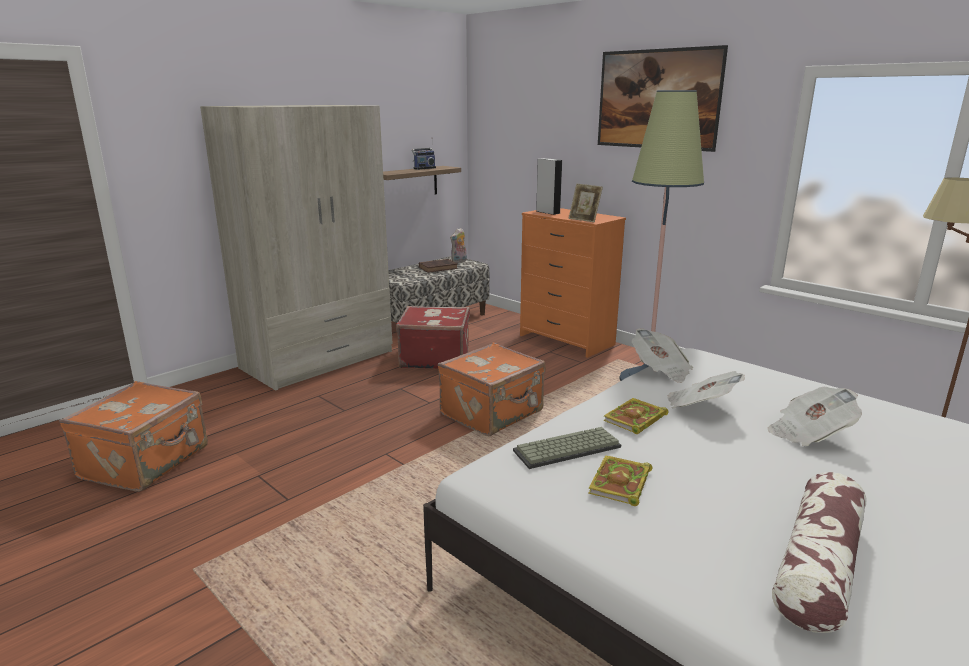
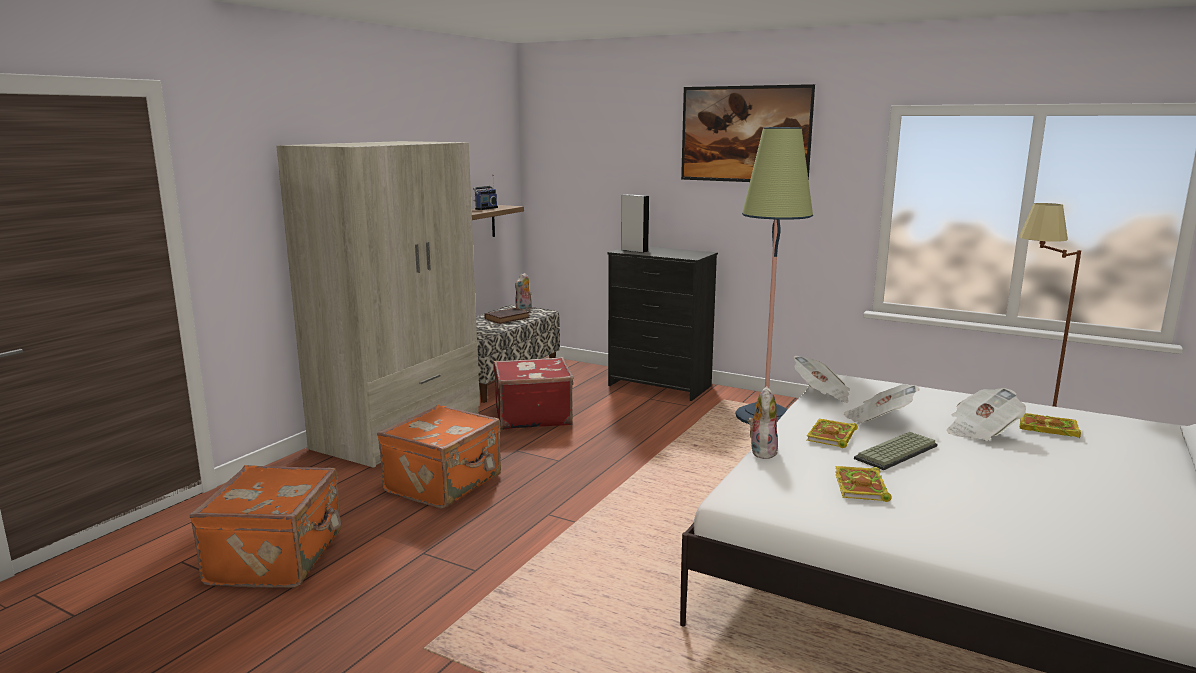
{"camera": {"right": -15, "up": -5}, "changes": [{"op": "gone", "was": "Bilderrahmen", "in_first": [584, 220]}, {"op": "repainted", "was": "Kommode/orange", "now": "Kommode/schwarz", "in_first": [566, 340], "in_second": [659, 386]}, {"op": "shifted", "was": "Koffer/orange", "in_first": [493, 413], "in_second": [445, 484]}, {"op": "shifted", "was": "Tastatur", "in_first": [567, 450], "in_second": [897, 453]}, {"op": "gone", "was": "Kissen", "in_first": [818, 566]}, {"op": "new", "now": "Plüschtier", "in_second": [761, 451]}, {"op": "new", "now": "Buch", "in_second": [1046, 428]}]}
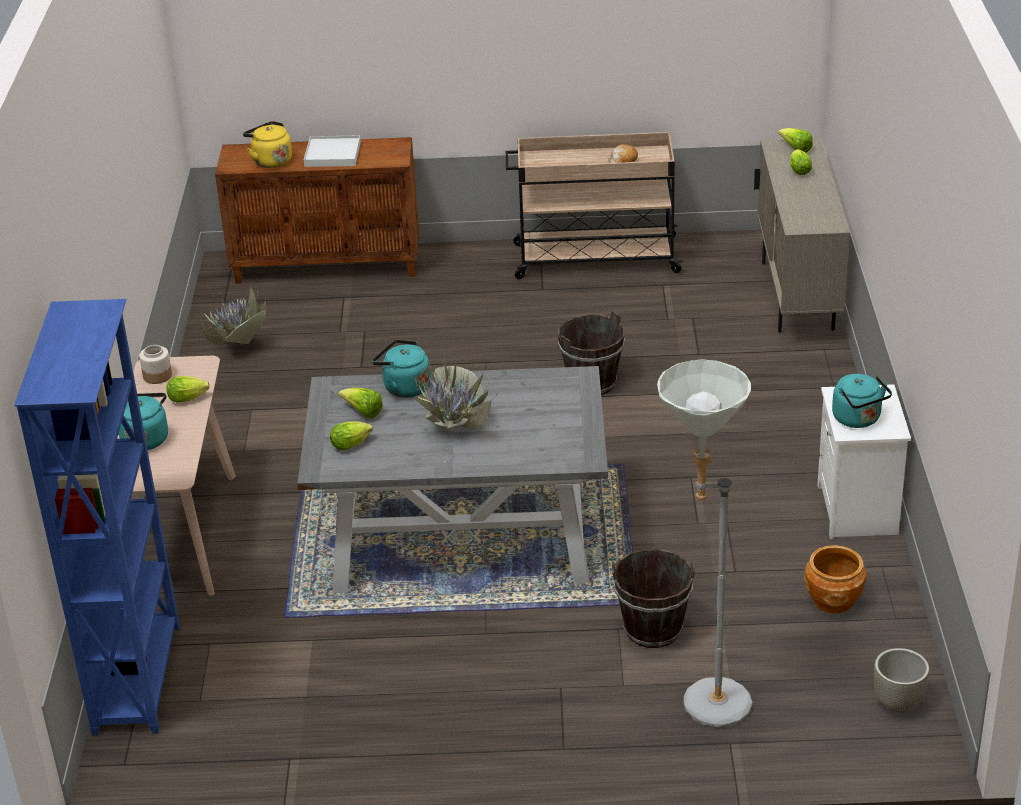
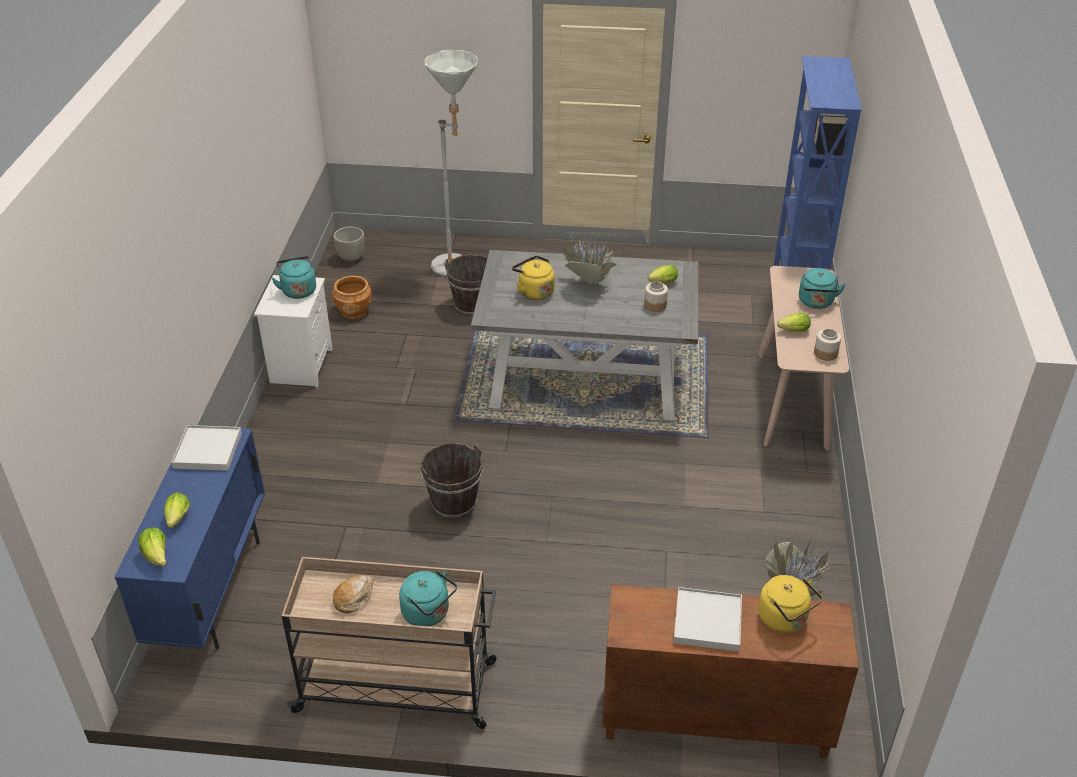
{"camera": {"right": -175, "up": 5}, "changes": [{"op": "repainted", "was": "Schrank/beige", "now": "Schrank/blau", "in_first": [797, 296], "in_second": [212, 591]}, {"op": "shifted", "was": "Wasserkessel/türkis", "in_first": [404, 387], "in_second": [428, 613]}, {"op": "swapped", "was": "Salatkopf", "now": "Vorratsglas", "in_first": [363, 412], "in_second": [655, 305]}, {"op": "new", "now": "Wasserkessel/gelb", "in_second": [534, 292]}, {"op": "new", "now": "Tablett/weiß", "in_second": [207, 450]}]}
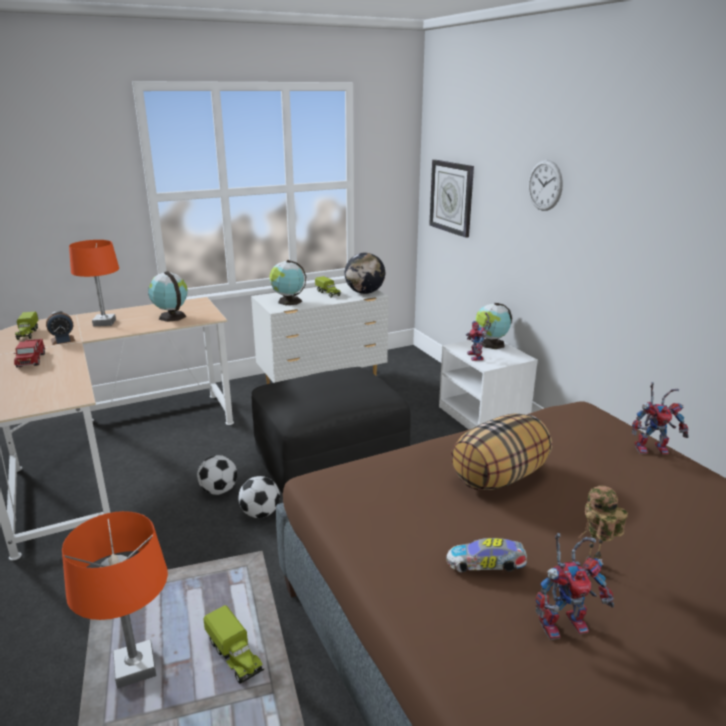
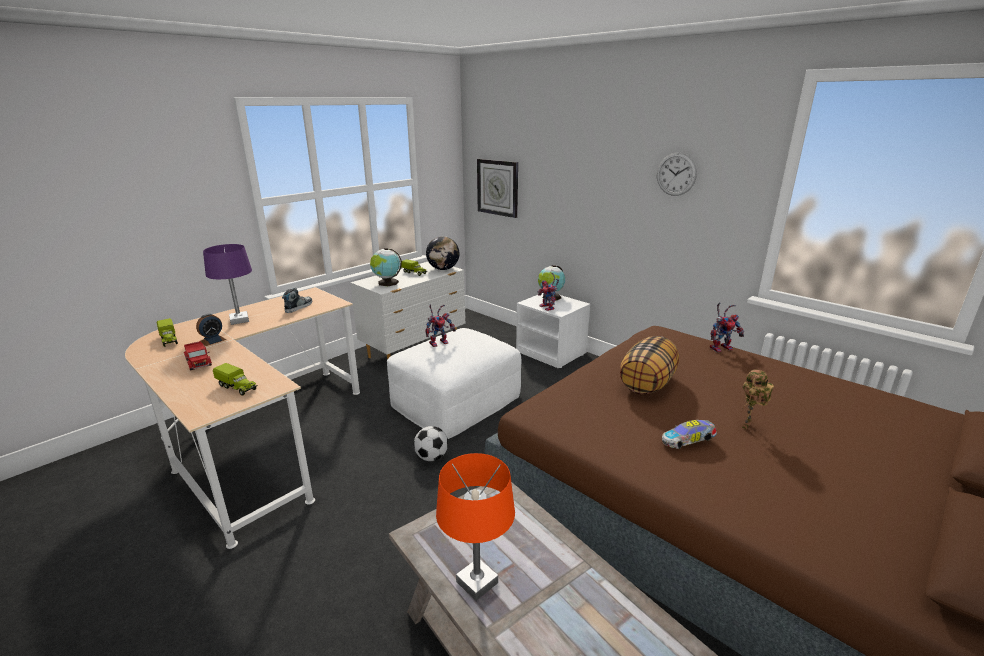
{"camera": {"right": -20, "up": 0}, "changes": [{"op": "shifted", "was": "Wanduhr", "in_first": [545, 185], "in_second": [676, 174]}, {"op": "repainted", "was": "Tischlampe/orange", "now": "Tischlampe/lila", "in_first": [105, 323], "in_second": [239, 320]}, {"op": "swapped", "was": "Globus", "now": "Schuh", "in_first": [171, 316], "in_second": [299, 307]}, {"op": "repainted", "was": "Polsterhocker/schwarz", "now": "Polsterhocker/weiß", "in_first": [329, 453], "in_second": [456, 400]}, {"op": "gone", "was": "Fußball", "in_first": [219, 491]}, {"op": "shifted", "was": "Spielzeugroboter", "in_first": [565, 622], "in_second": [439, 342]}, {"op": "shifted", "was": "Spielzeuglaster", "in_first": [235, 656], "in_second": [237, 387]}]}
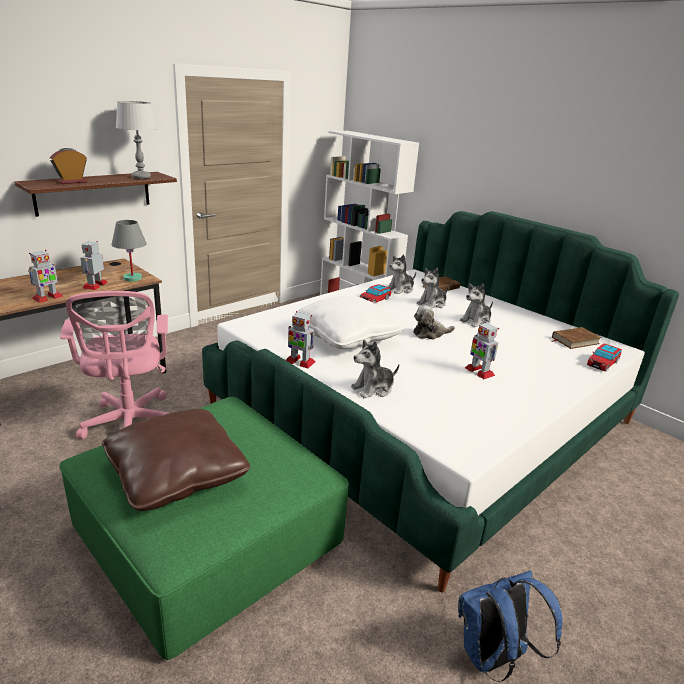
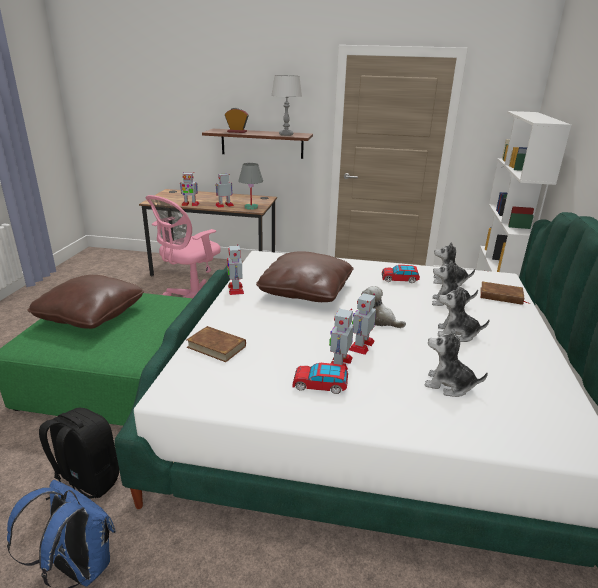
{"camera": {"right": 55, "up": 0}, "changes": [{"op": "repainted", "was": "Kissen/weiß", "now": "Kissen/braun", "in_first": [347, 337], "in_second": [305, 291]}, {"op": "shifted", "was": "Buch/braun", "in_first": [575, 340], "in_second": [216, 346]}, {"op": "shifted", "was": "Plüschtier", "in_first": [373, 389], "in_second": [448, 385]}, {"op": "shifted", "was": "Spielzeugauto", "in_first": [602, 363], "in_second": [320, 385]}, {"op": "new", "now": "Spielzeugroboter", "in_second": [361, 345]}, {"op": "new", "now": "Rucksack/schwarz", "in_second": [86, 483]}]}
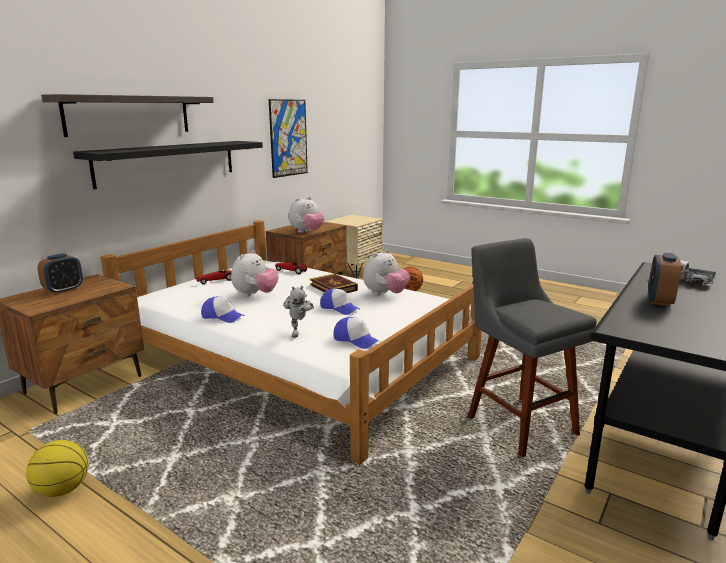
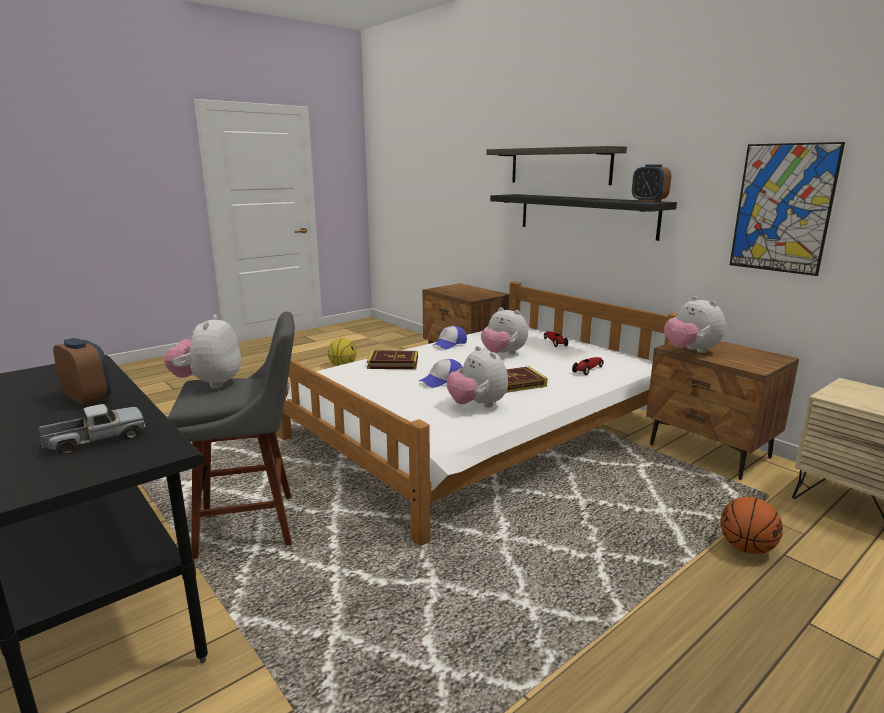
{"camera": {"right": 105, "up": 0}, "changes": [{"op": "shifted", "was": "Wecker", "in_first": [64, 290], "in_second": [649, 201]}, {"op": "swapped", "was": "Spielzeugroboter", "now": "Buch", "in_first": [298, 332], "in_second": [393, 363]}, {"op": "gone", "was": "Kappe", "in_first": [356, 340]}, {"op": "new", "now": "Plüschtier", "in_second": [209, 384]}]}
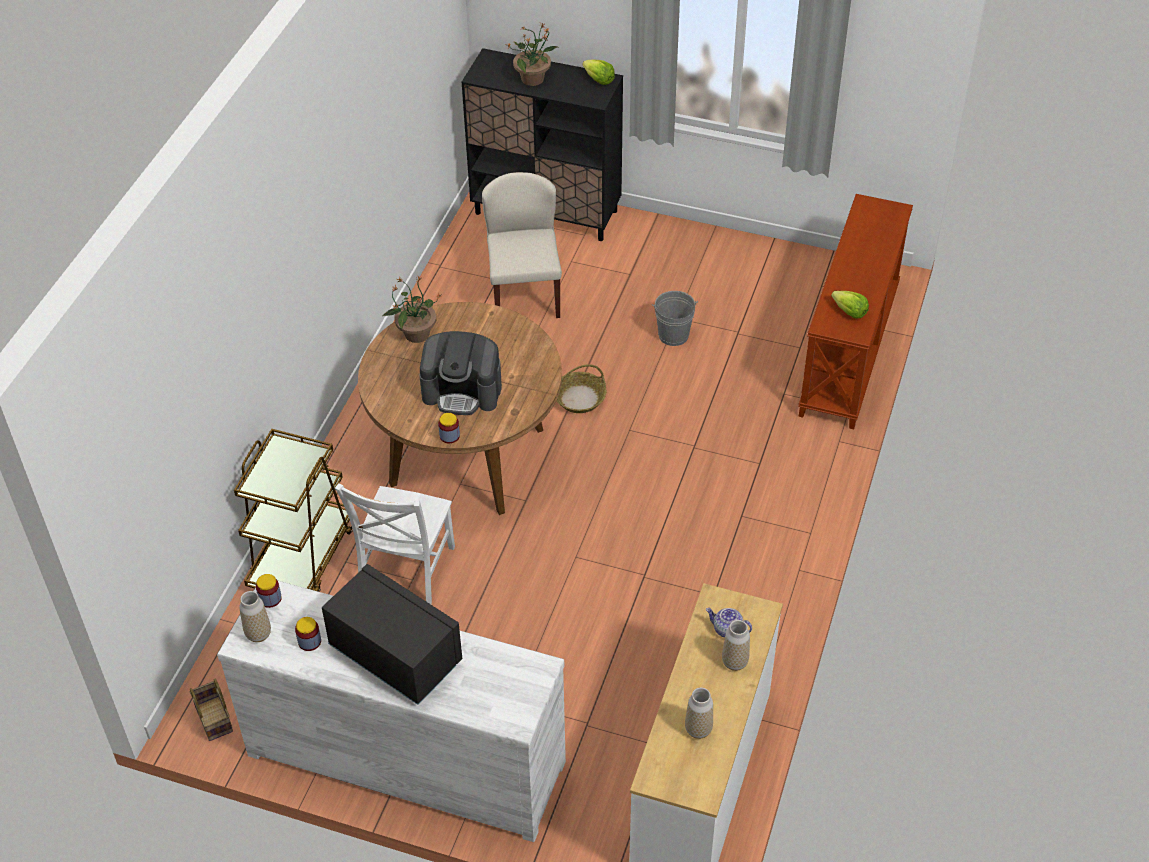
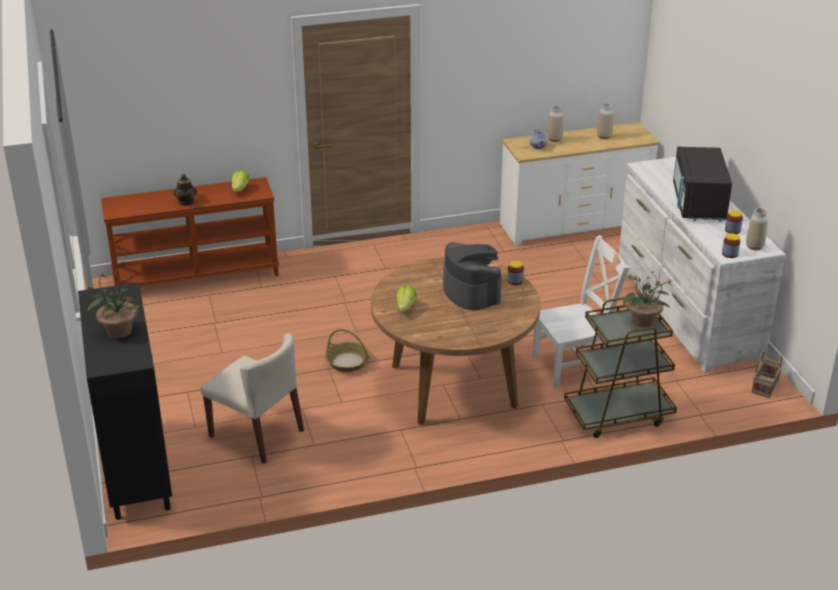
{"camera": {"right": -125, "up": -15}, "changes": [{"op": "shifted", "was": "Salatkopf", "in_first": [598, 80], "in_second": [405, 308]}, {"op": "rotated", "was": "Stuhl/beige", "in_first": [524, 294], "in_second": [257, 434], "clockwise": -105}, {"op": "shifted", "was": "Topfpflanze", "in_first": [416, 334], "in_second": [643, 321]}, {"op": "gone", "was": "Eimer/grau", "in_first": [673, 335]}, {"op": "new", "now": "Teekanne", "in_second": [186, 202]}]}
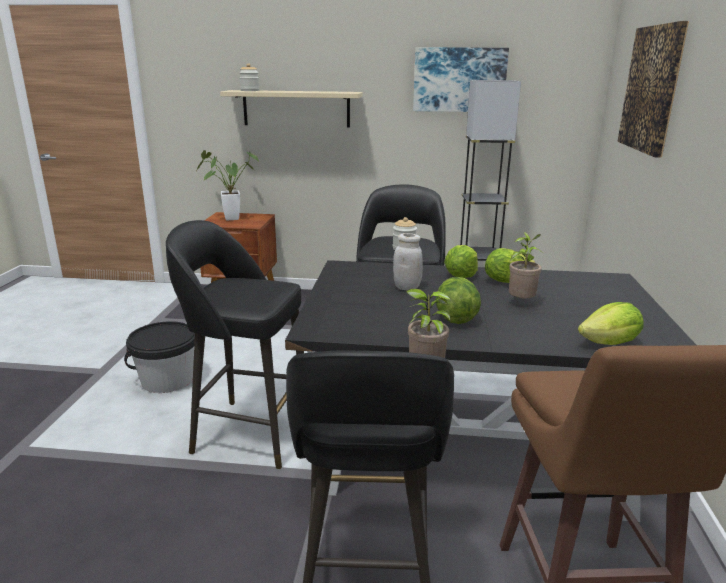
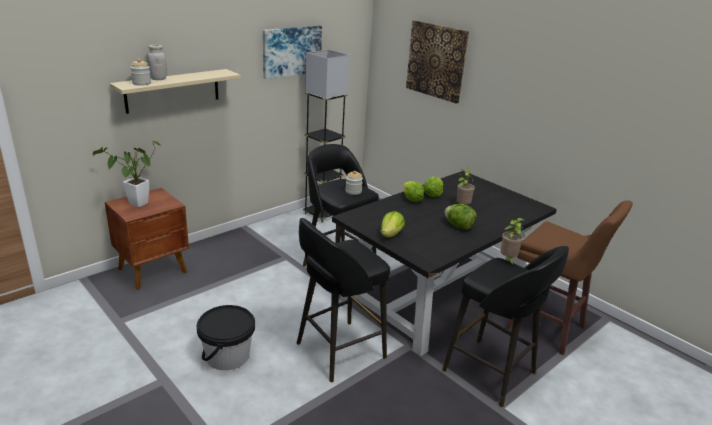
{"camera": {"right": -50, "up": 5}, "changes": [{"op": "shifted", "was": "Vorratsglas/weiß", "in_first": [407, 287], "in_second": [158, 79]}, {"op": "shifted", "was": "Salatkopf", "in_first": [610, 343], "in_second": [391, 234]}]}
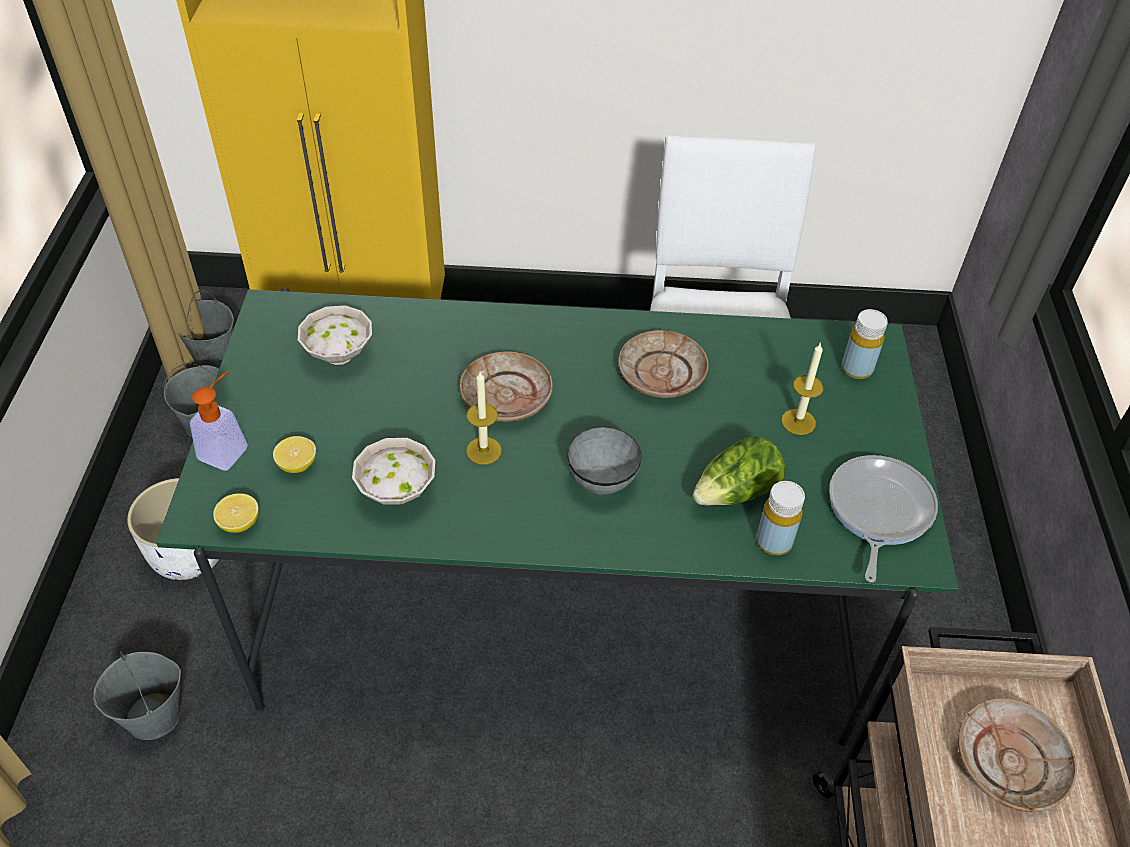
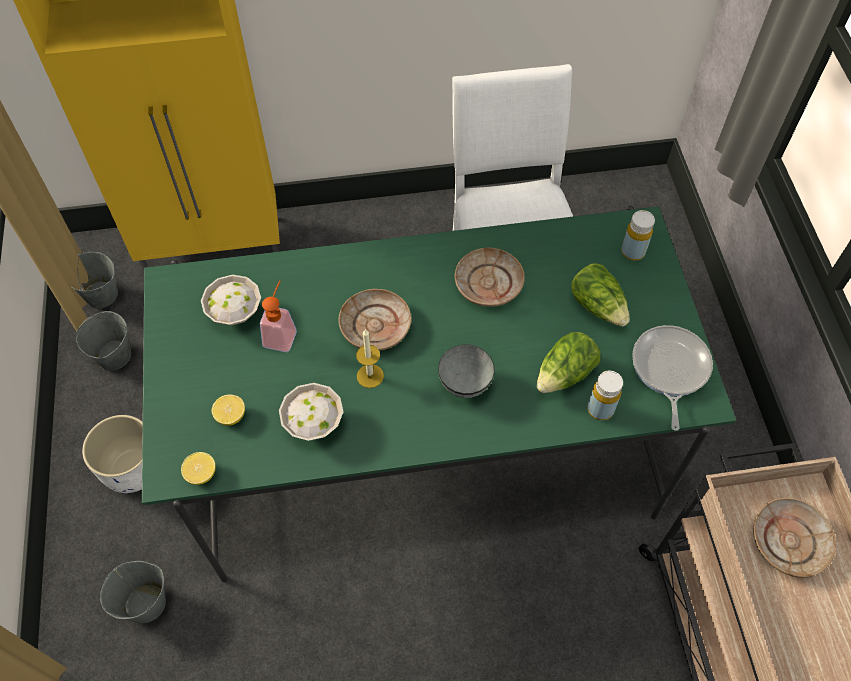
{"camera": {"right": -10, "up": 10}, "changes": [{"op": "swapped", "was": "Kerze", "now": "Salatkopf", "in_first": [798, 422], "in_second": [598, 305]}, {"op": "shifted", "was": "Seifenspender", "in_first": [228, 448], "in_second": [282, 334]}]}
